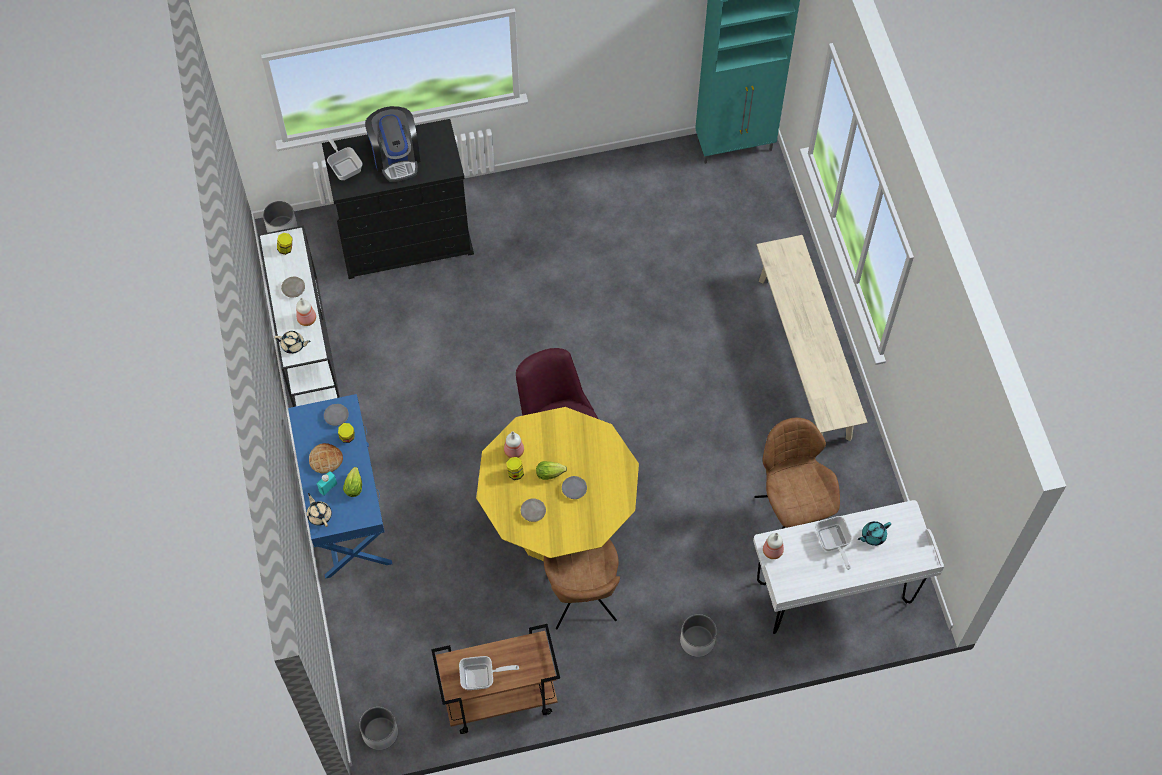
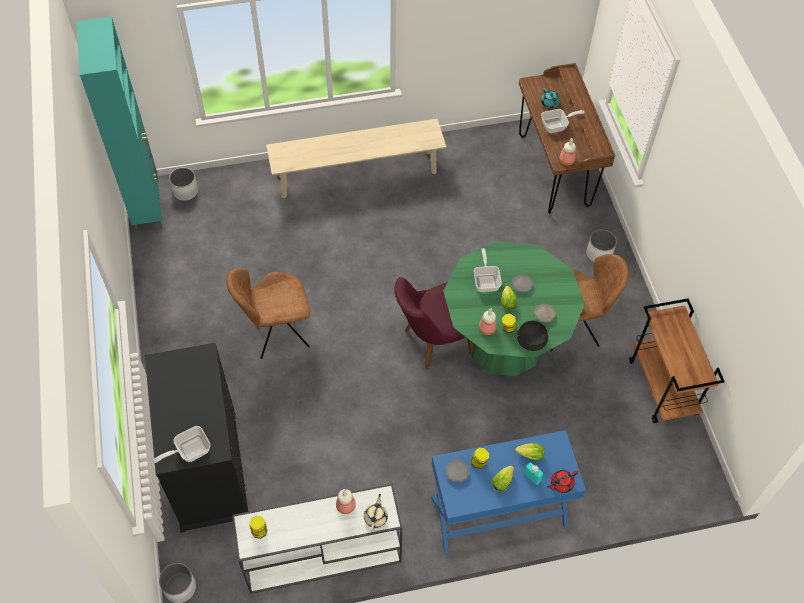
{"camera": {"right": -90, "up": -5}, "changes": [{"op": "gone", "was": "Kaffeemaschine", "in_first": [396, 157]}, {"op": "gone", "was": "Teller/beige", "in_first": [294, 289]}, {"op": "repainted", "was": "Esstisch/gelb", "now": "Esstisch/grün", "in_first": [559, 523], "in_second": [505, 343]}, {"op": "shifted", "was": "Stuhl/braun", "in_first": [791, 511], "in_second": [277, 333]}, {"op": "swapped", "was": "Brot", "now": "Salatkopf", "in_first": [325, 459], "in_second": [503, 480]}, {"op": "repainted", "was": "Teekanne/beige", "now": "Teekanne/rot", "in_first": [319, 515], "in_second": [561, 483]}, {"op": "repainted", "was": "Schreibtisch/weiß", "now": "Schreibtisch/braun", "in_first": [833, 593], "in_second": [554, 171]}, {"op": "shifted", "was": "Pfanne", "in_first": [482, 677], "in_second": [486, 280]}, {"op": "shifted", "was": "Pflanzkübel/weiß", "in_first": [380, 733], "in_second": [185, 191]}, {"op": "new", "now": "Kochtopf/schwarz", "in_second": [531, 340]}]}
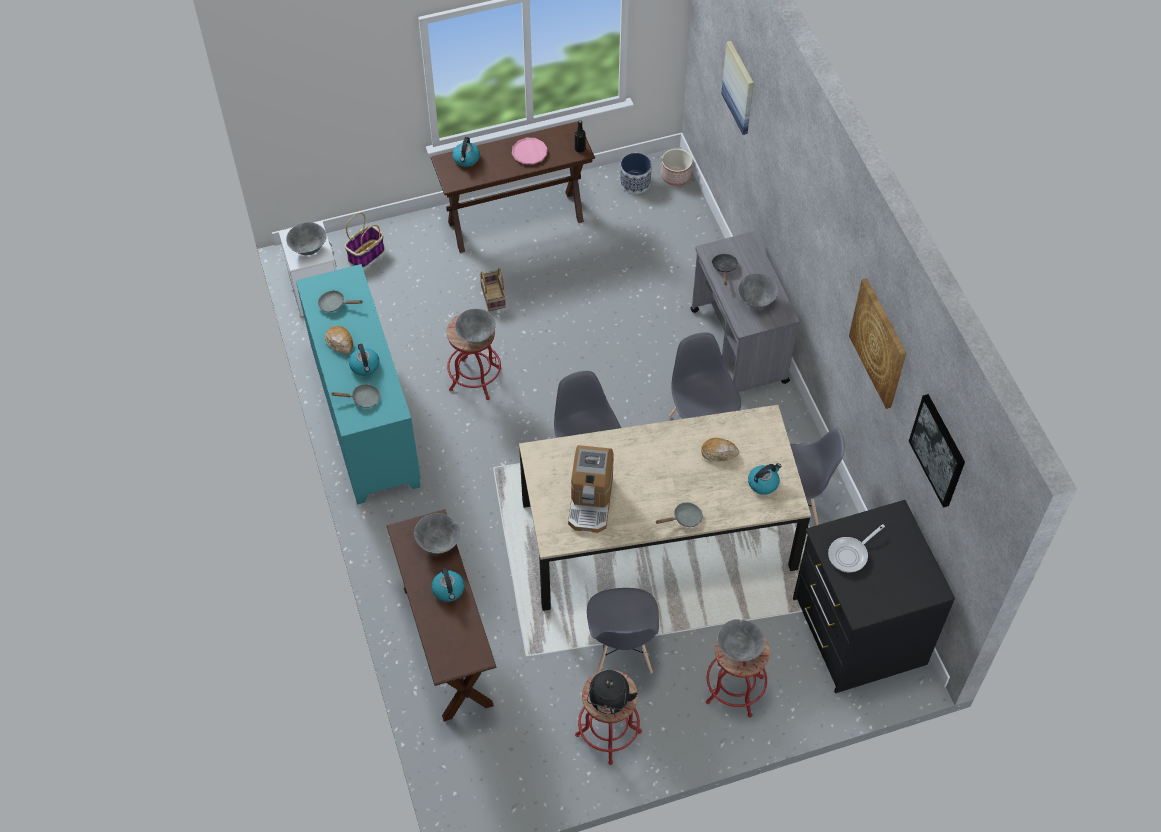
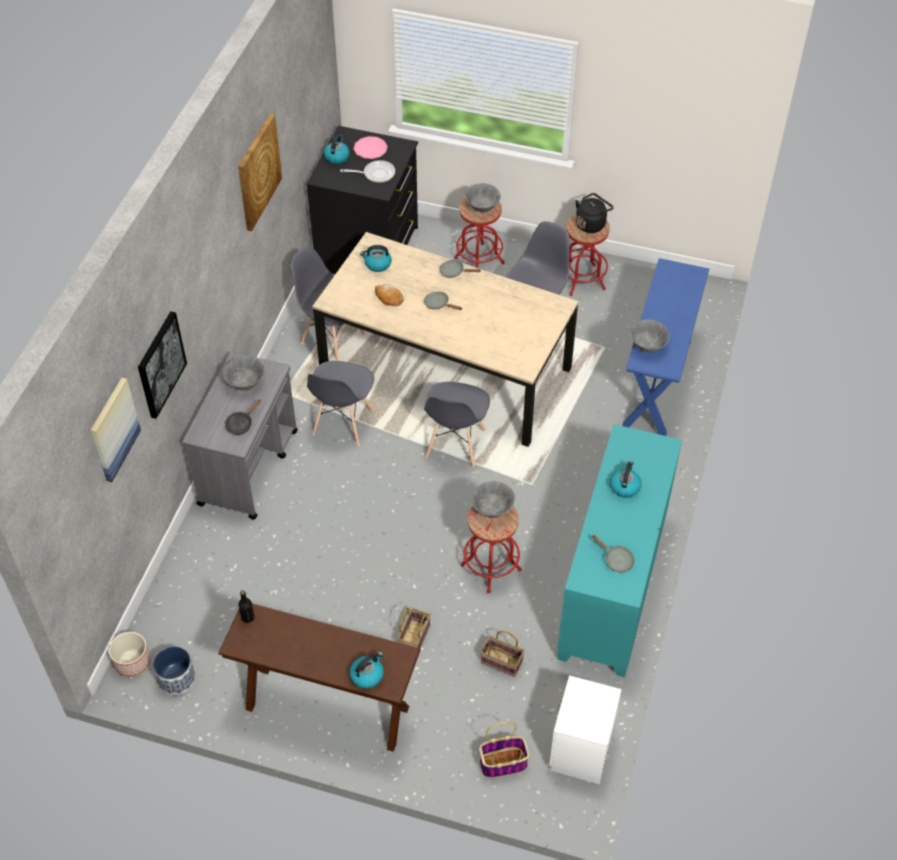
{"camera": {"right": -145, "up": -5}, "changes": [{"op": "shifted", "was": "Teller/rosa", "in_first": [529, 153], "in_second": [370, 150]}, {"op": "gone", "was": "Schüssel/grau", "in_first": [309, 249]}, {"op": "gone", "was": "Brot", "in_first": [340, 342]}, {"op": "shifted", "was": "Pfanne/grau", "in_first": [363, 399], "in_second": [439, 304]}, {"op": "shifted", "was": "Bild", "in_first": [938, 450], "in_second": [160, 364]}, {"op": "gone", "was": "Kaffeemaschine", "in_first": [590, 501]}, {"op": "repainted", "was": "Konsolentisch/braun", "now": "Konsolentisch/blau", "in_first": [447, 645], "in_second": [657, 382]}, {"op": "shifted", "was": "Wasserkessel", "in_first": [449, 590], "in_second": [337, 157]}, {"op": "new", "now": "Korb", "in_second": [500, 662]}]}
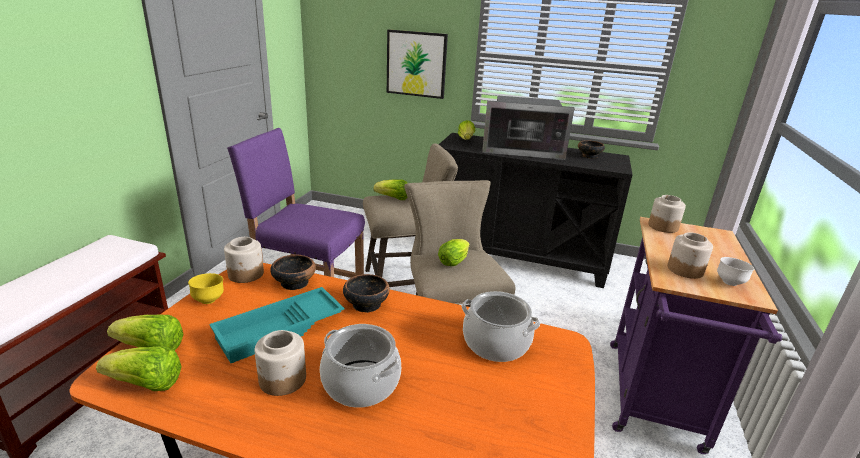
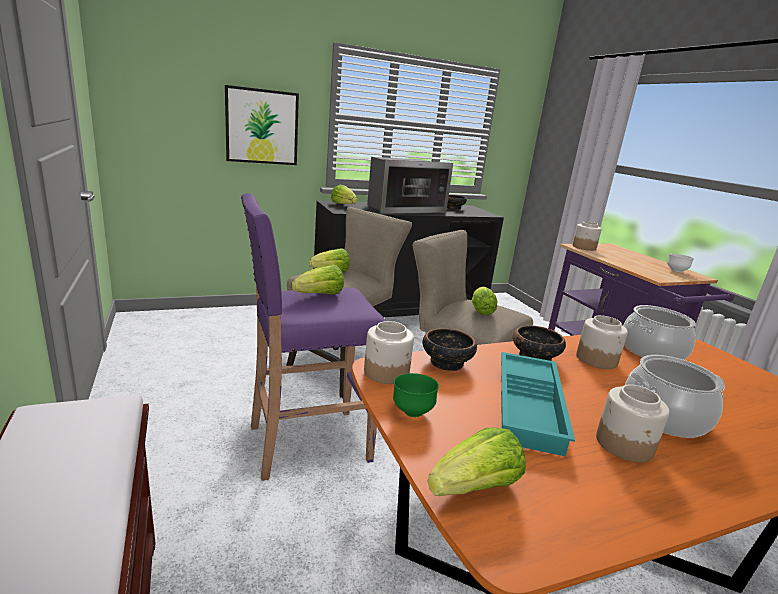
{"camera": {"right": -40, "up": -5}, "changes": [{"op": "shifted", "was": "Vorratsglas", "in_first": [685, 270], "in_second": [596, 359]}, {"op": "repainted", "was": "Schüssel/gelb", "now": "Schüssel/grün", "in_first": [209, 300], "in_second": [412, 412]}, {"op": "shifted", "was": "Salatkopf", "in_first": [146, 384], "in_second": [320, 295]}]}
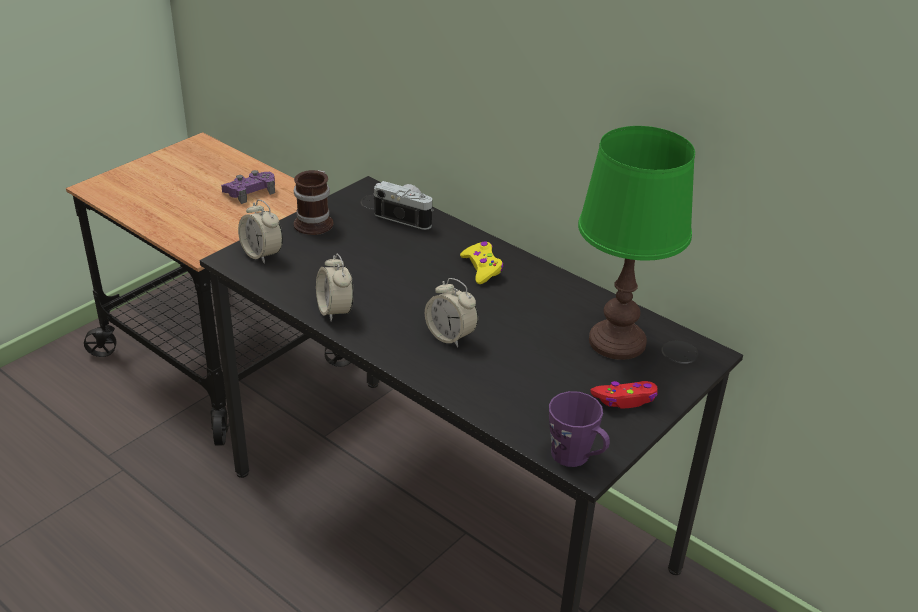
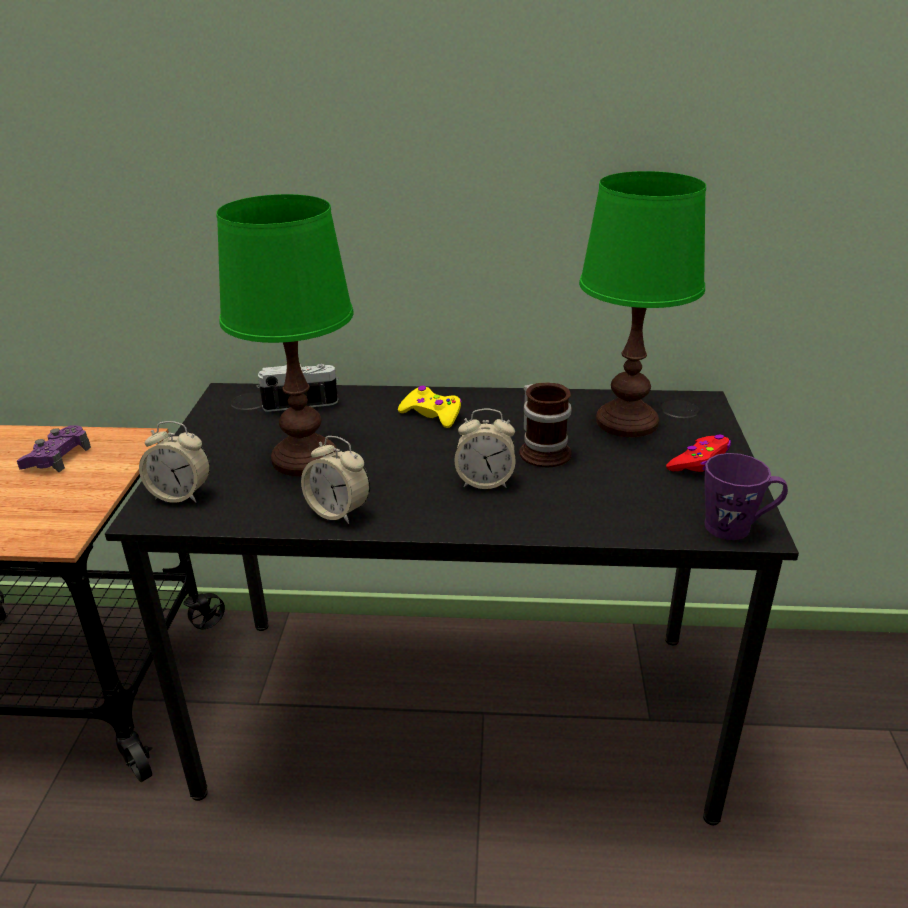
{"camera": {"right": -35, "up": -5}, "changes": [{"op": "shifted", "was": "Henkelbecher", "in_first": [316, 222], "in_second": [544, 450]}, {"op": "new", "now": "Tischlampe/grün", "in_second": [304, 459]}]}
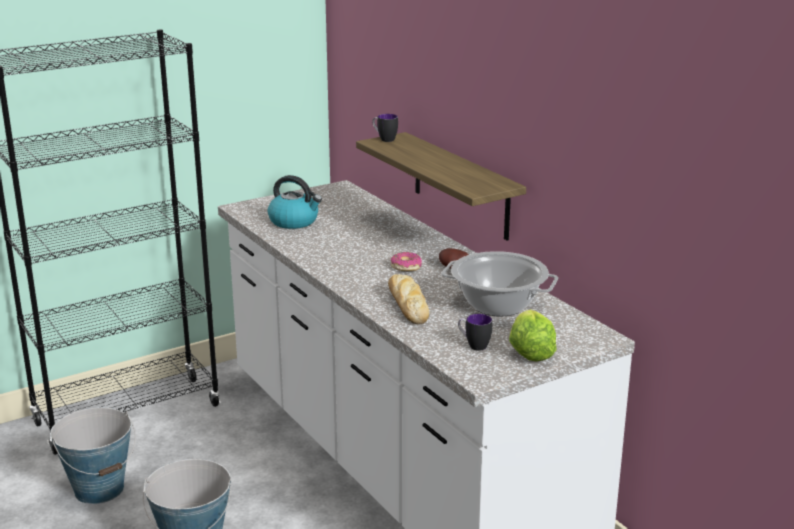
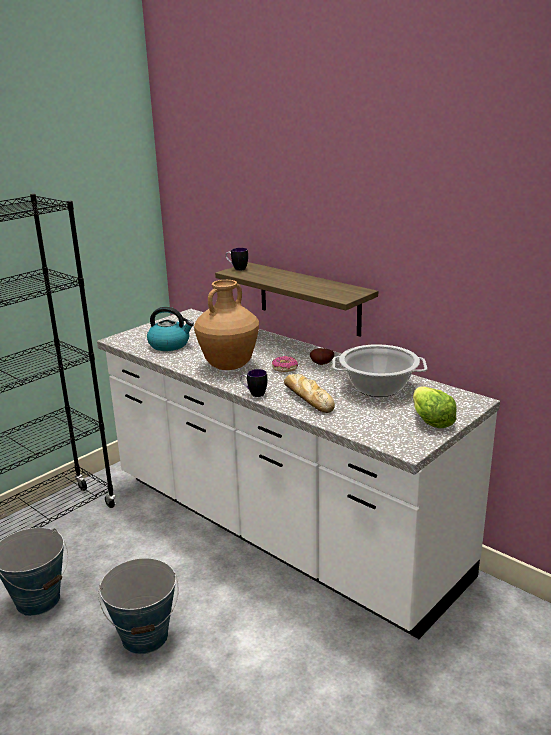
{"camera": {"right": -15, "up": 0}, "changes": [{"op": "shifted", "was": "Henkelbecher", "in_first": [473, 345], "in_second": [254, 394]}, {"op": "new", "now": "Vase/braun", "in_second": [228, 366]}]}
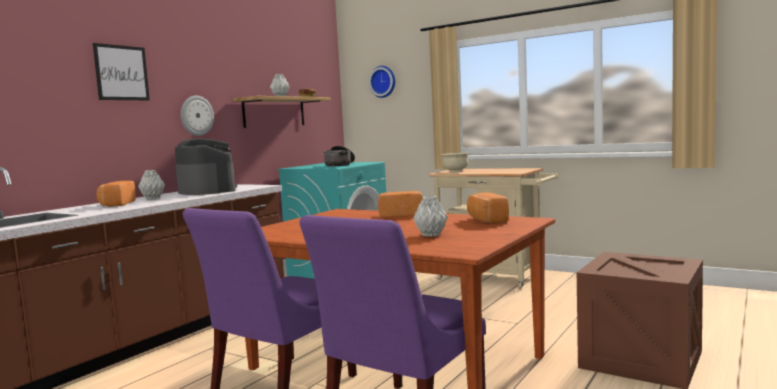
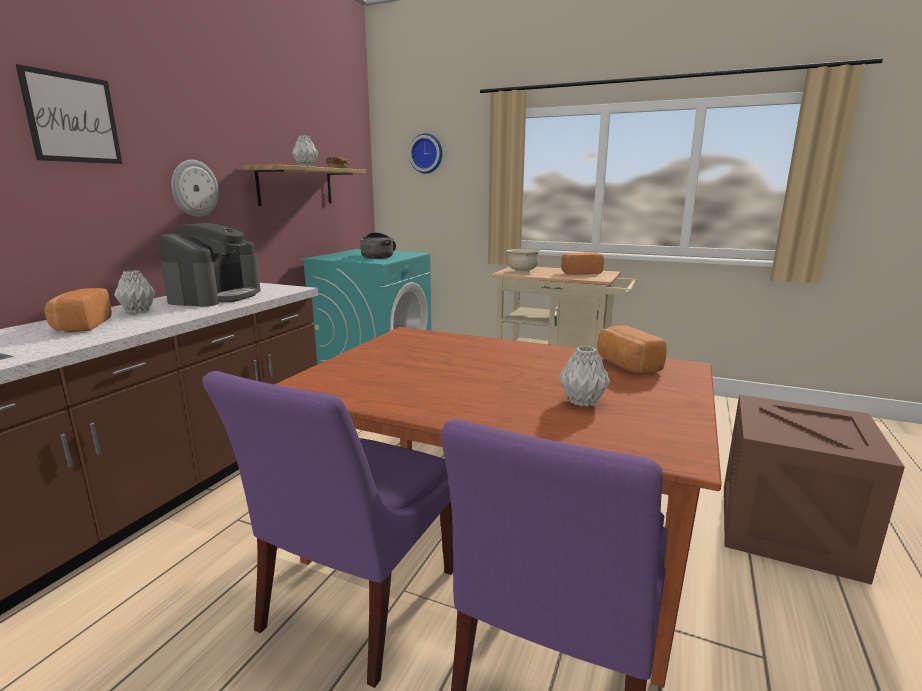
{"camera": {"right": -10, "up": 10}, "changes": [{"op": "rotated", "was": "Kaffeemaschine", "in_first": [206, 191], "in_second": [216, 296], "clockwise": 60}, {"op": "shifted", "was": "Brot", "in_first": [400, 215], "in_second": [580, 273]}]}
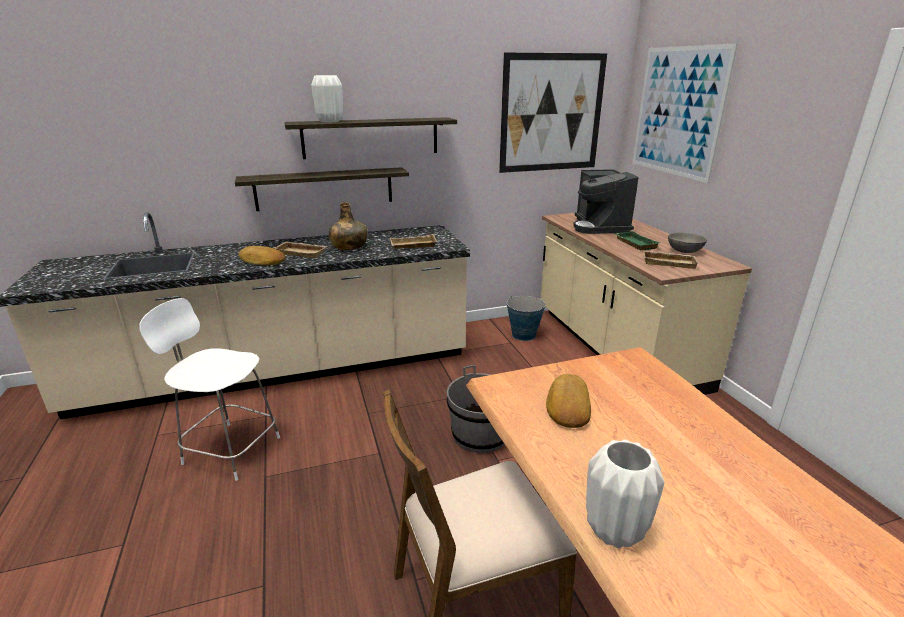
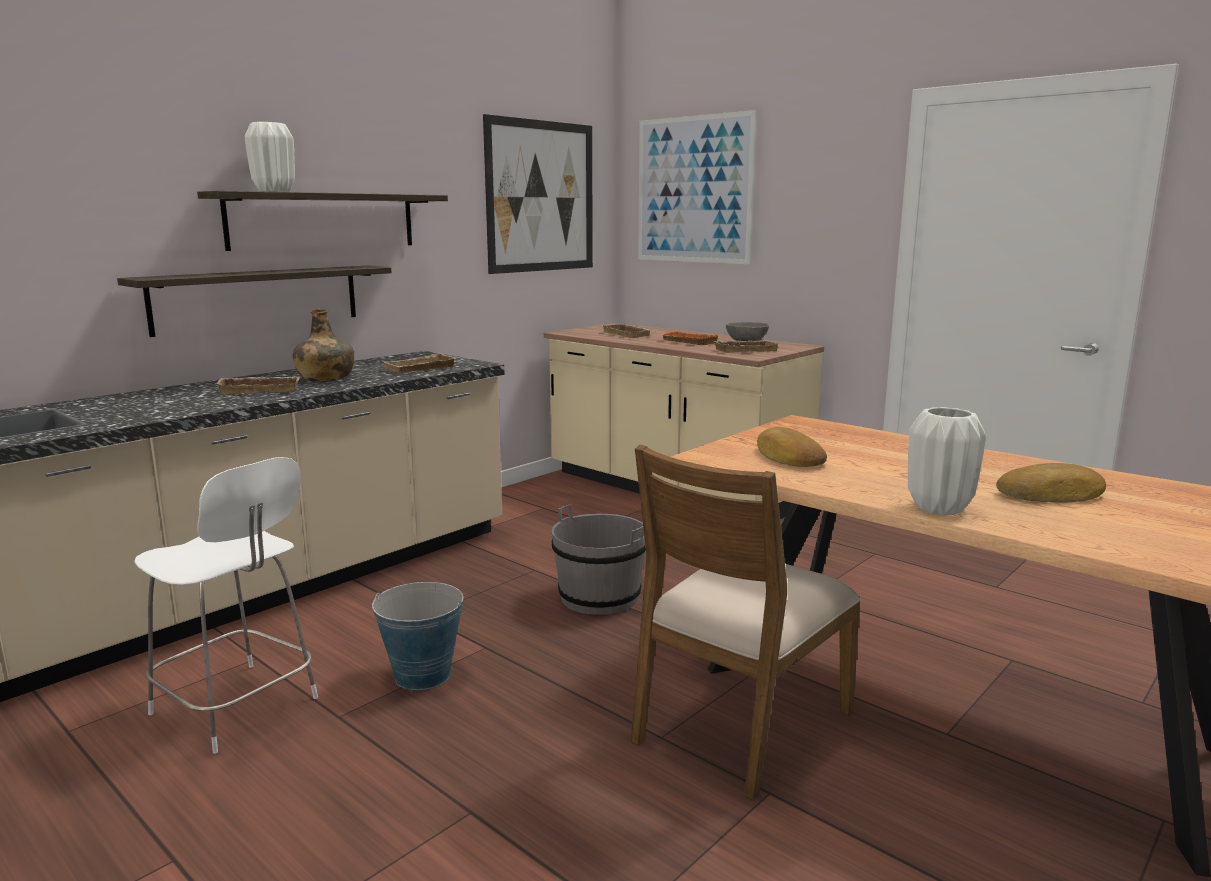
{"camera": {"right": -30, "up": -10}, "changes": [{"op": "swapped", "was": "Kaffeemaschine", "now": "Tablett/beige", "in_first": [600, 226], "in_second": [628, 334]}, {"op": "repainted", "was": "Tablett/grün", "now": "Tablett/orange", "in_first": [634, 243], "in_second": [687, 342]}, {"op": "shifted", "was": "Brot", "in_first": [262, 261], "in_second": [1052, 495]}, {"op": "shifted", "was": "Eimer", "in_first": [523, 335], "in_second": [422, 675]}, {"op": "rotated", "was": "Stuhl/weiß", "in_first": [229, 449], "in_second": [238, 708], "clockwise": -135}]}
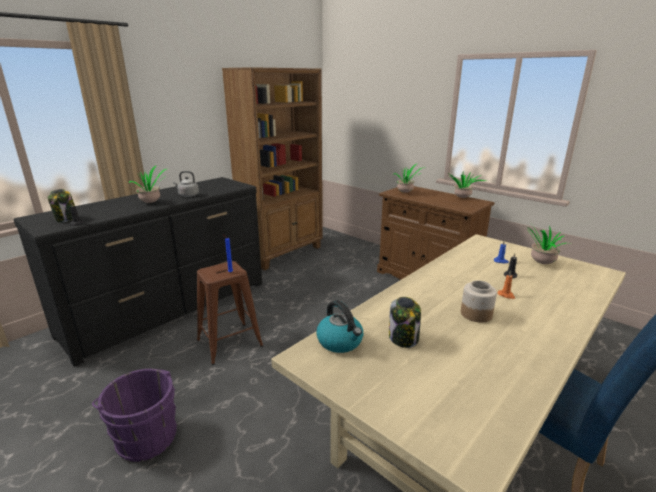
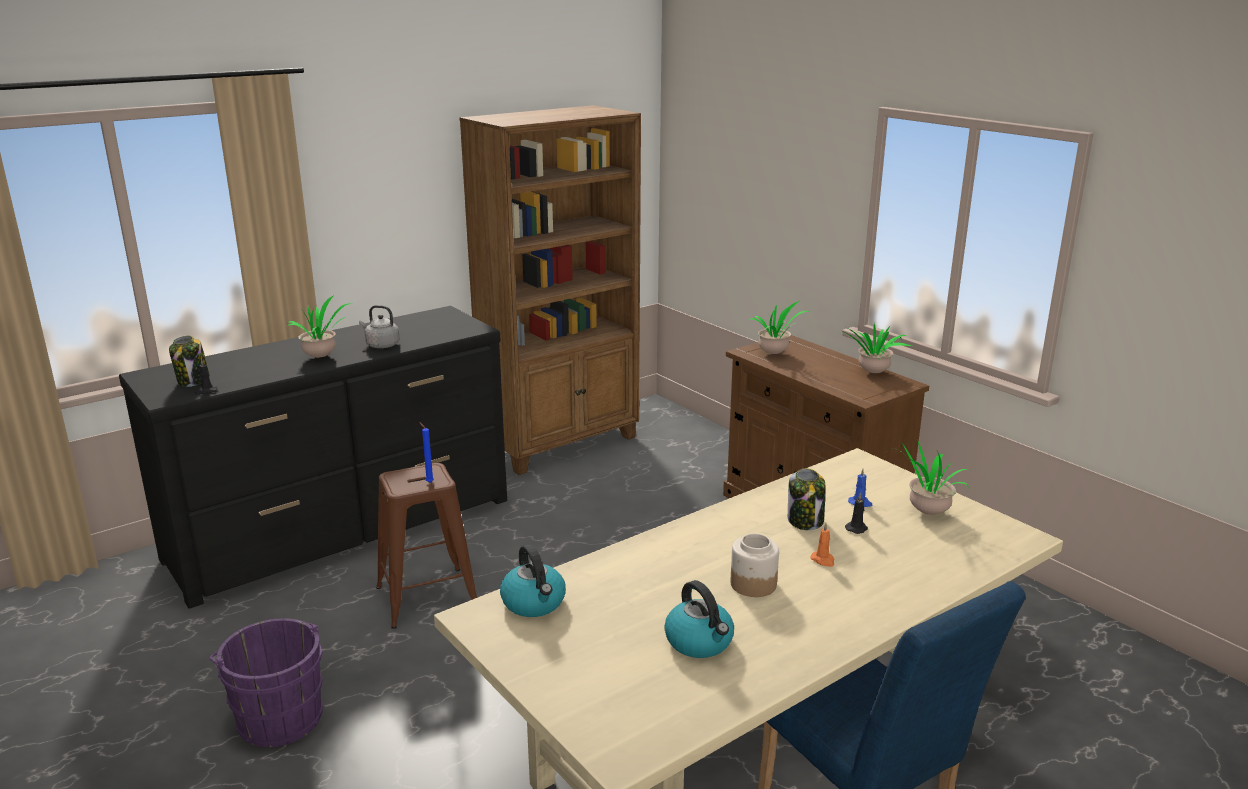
{"camera": {"right": 10, "up": 0}, "changes": [{"op": "shifted", "was": "Vorratsglas", "in_first": [403, 338], "in_second": [805, 521]}, {"op": "new", "now": "Wasserkessel", "in_second": [700, 642]}]}
